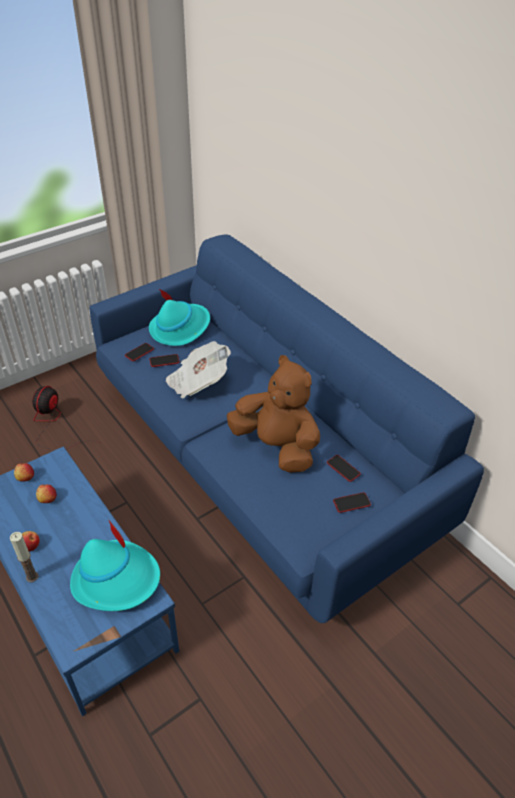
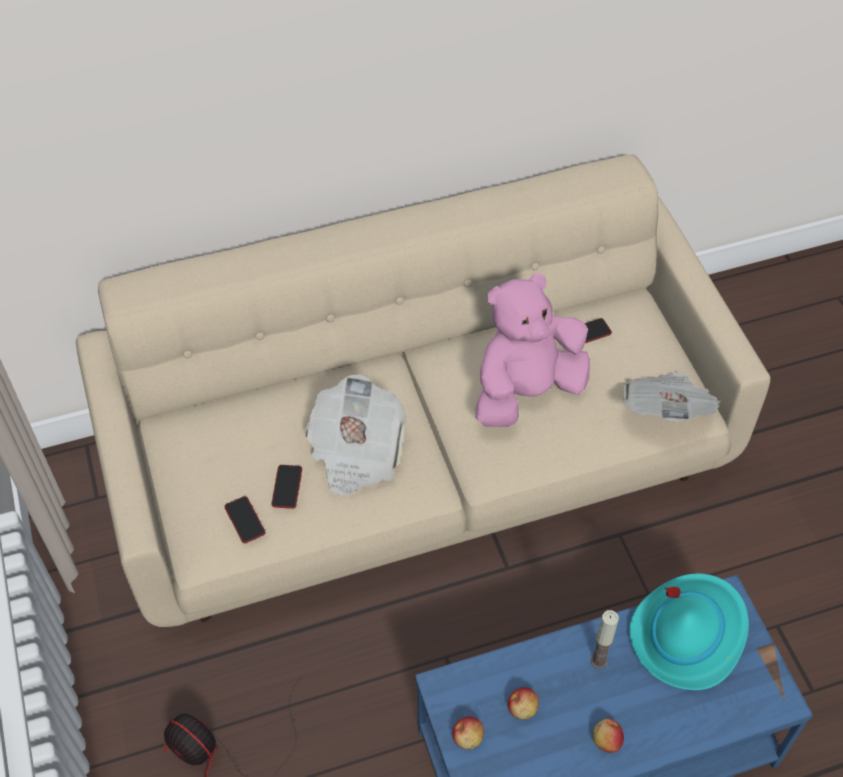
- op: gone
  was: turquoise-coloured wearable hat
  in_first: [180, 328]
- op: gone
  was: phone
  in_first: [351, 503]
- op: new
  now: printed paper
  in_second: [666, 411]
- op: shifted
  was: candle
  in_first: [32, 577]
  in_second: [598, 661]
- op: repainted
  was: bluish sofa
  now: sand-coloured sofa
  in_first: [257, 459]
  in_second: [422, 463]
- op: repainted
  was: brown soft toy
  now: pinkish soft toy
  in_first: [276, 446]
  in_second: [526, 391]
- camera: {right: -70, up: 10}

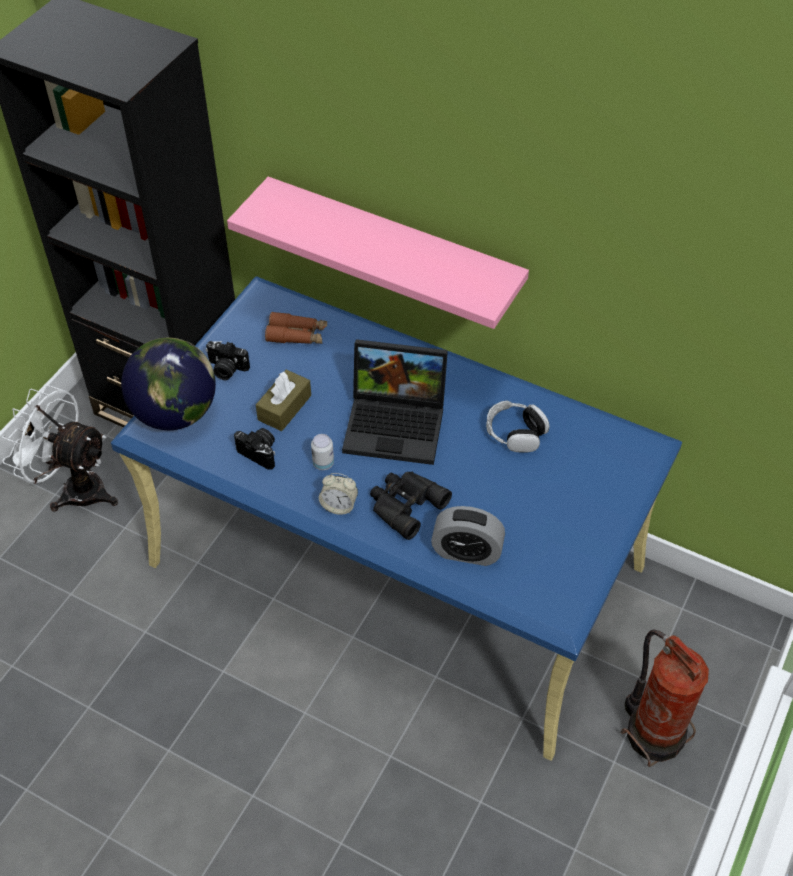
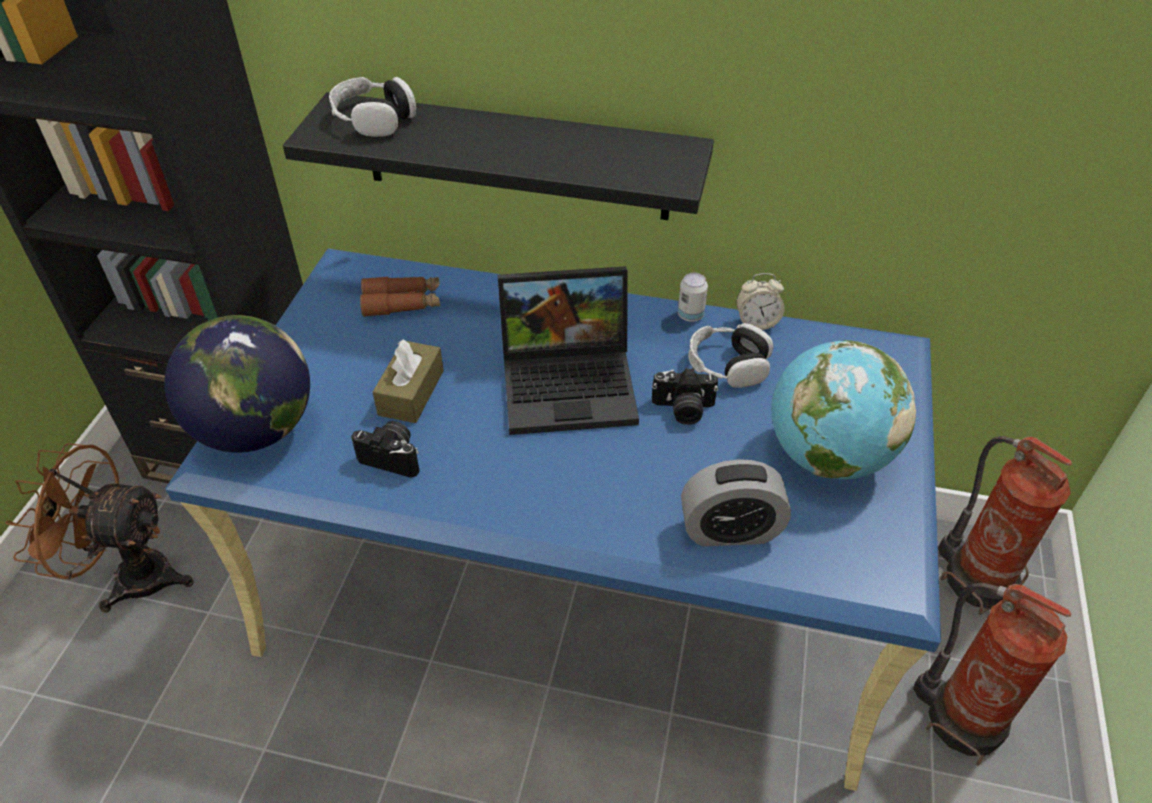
- op: gone
  was: black field glasses
  in_first: [404, 505]
- op: new
  now: headset
  in_second: [374, 119]
- op: new
  now: desk globe
  in_second: [827, 456]
- op: new
  now: fire extinguisher
  in_second: [977, 577]
- op: shifted
  was: still camera
  in_first: [226, 369]
  in_second: [683, 409]
- op: shifted
  was: can
  in_first: [323, 463]
  in_second: [690, 315]
- op: shifted
  was: bedside clock
  in_first: [339, 506]
  in_second: [756, 323]
- op: repainted
  was: white fan
  now: brown fan
  in_first: [74, 488]
  in_second: [130, 576]
- op: repainted
  was: pinkish bracket shelf
  now: black bracket shelf
  in_first: [393, 248]
  in_second: [516, 157]
- camera: {right: -15, up: -5}

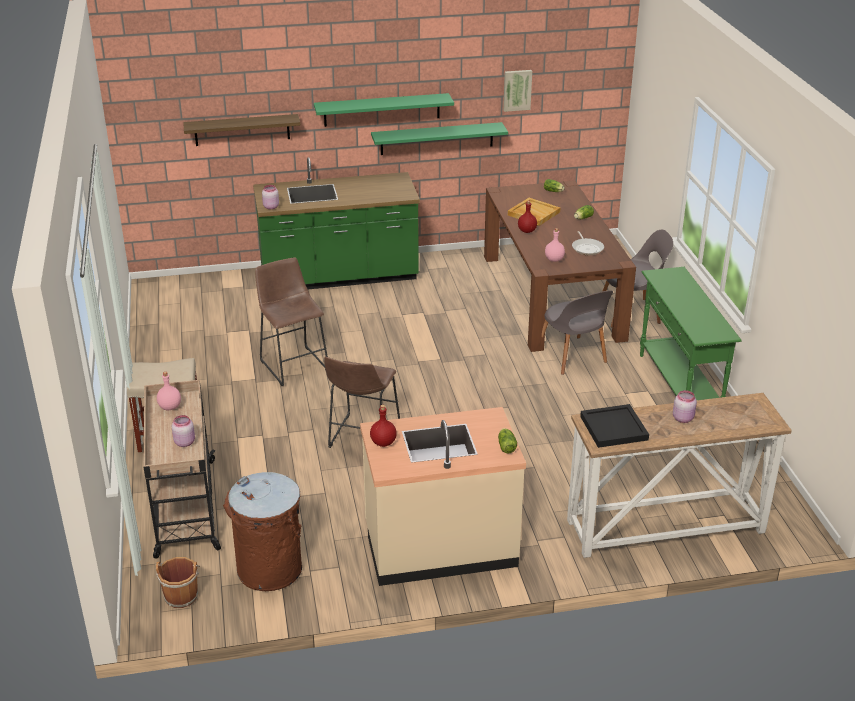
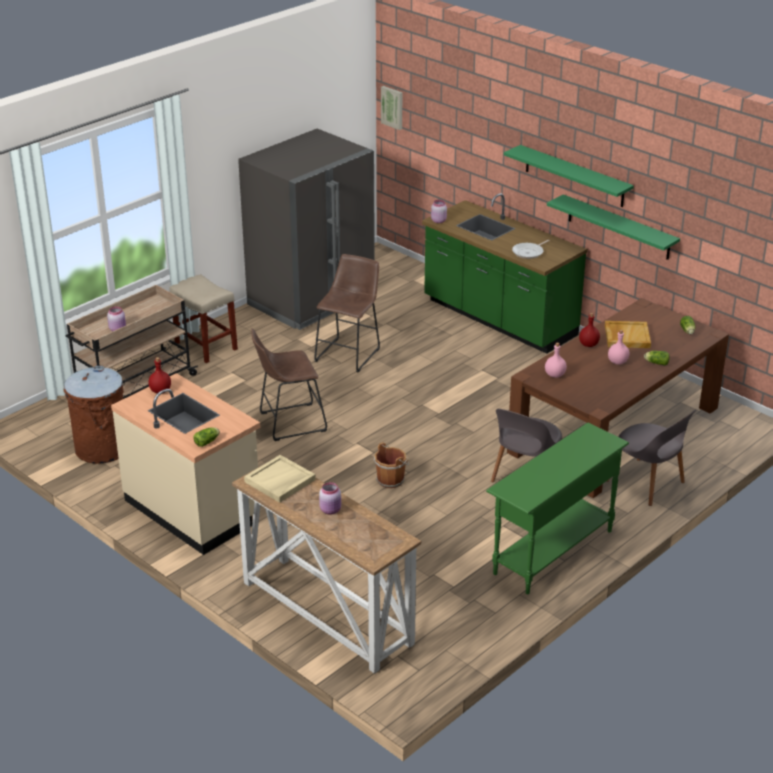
- op: gone
  was: bracket shelf
  in_first: [242, 130]
- op: new
  now: gray fridge
  in_second: [312, 300]
- op: shifted
  was: brown water bucket
  in_first: [181, 595]
  in_second: [391, 479]
- op: shifted
  was: pinkish beverage bottle
  in_first: [170, 407]
  in_second: [618, 362]
- op: shifted
  was: picture
  in_first: [517, 90]
  in_second: [392, 107]
- op: shifted
  was: frying pan
  in_first: [587, 248]
  in_second: [529, 252]
- op: repainted
  was: black serving tray
  now: sand-coloured serving tray
  in_first: [614, 428]
  in_second: [280, 481]
- camera: {right: 55, up: 0}

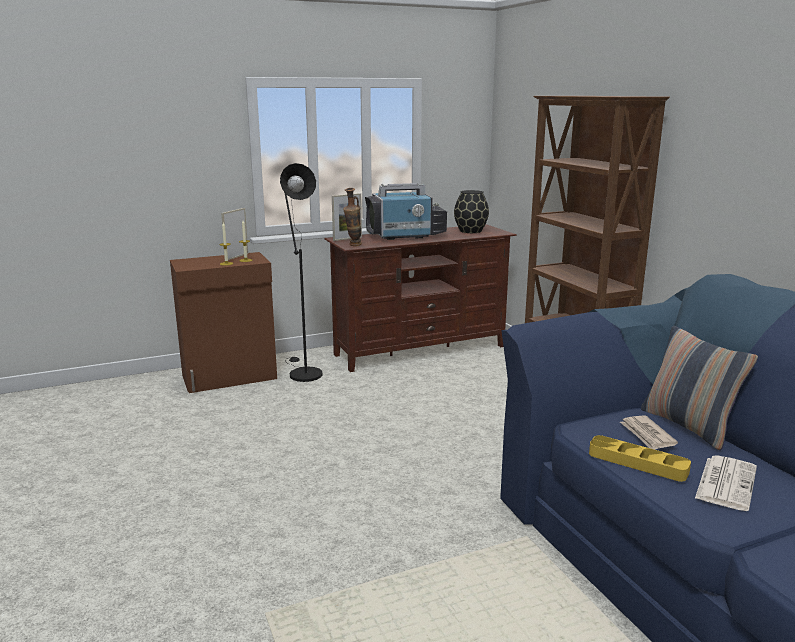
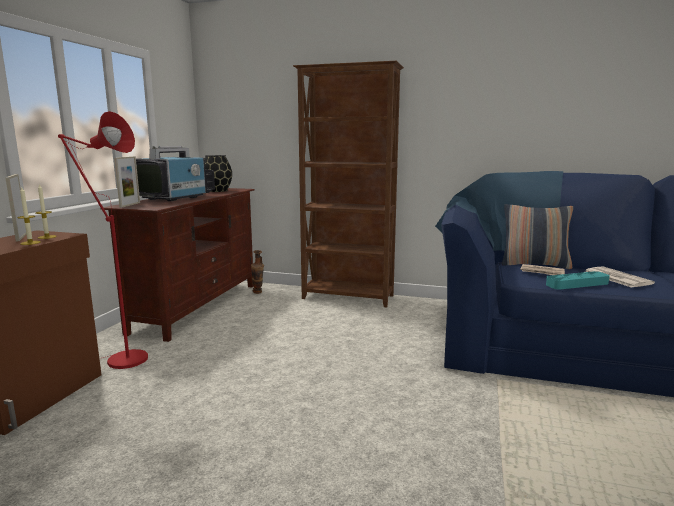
- op: shifted
  was: flower vase
  in_first: [353, 246]
  in_second: [258, 293]
- op: repainted
  was: black standard lamp
  now: red standard lamp
  in_first: [302, 373]
  in_second: [120, 359]
- op: repainted
  was: yellowish serving tray
  now: turquoise-coloured serving tray
  in_first: [637, 463]
  in_second: [577, 284]
- camera: {right: -50, up: -5}

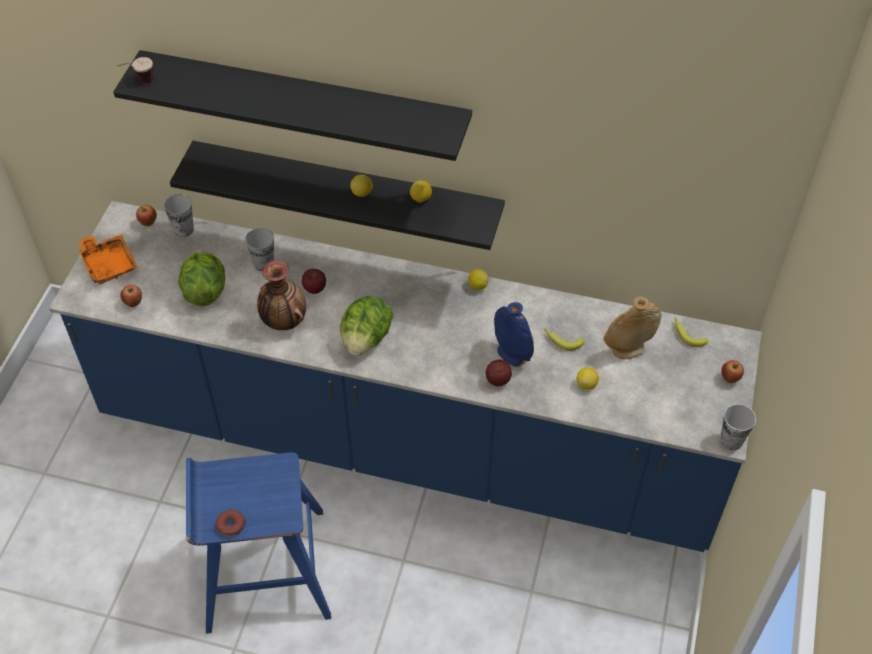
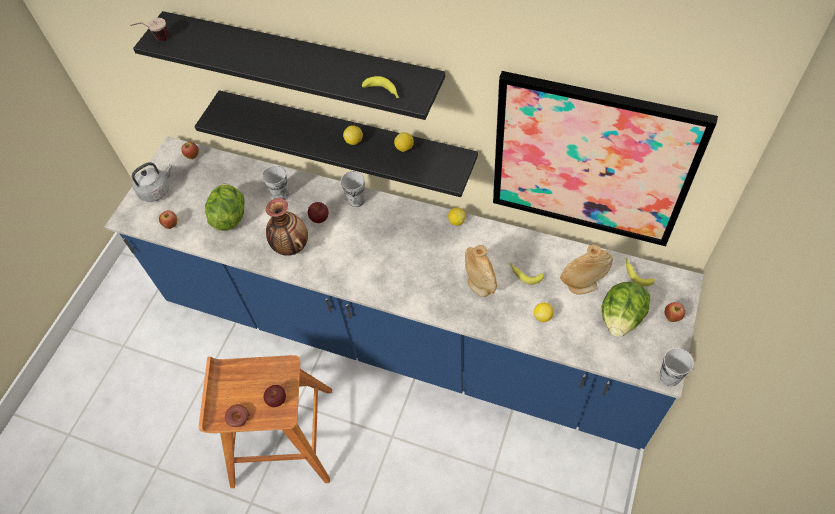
- op: new
  now: banana fruit
  in_second: [383, 92]
- op: new
  now: picture
  in_second: [591, 162]
- op: shifted
  was: cup
  in_first: [183, 229]
  in_second: [356, 200]
- op: shifted
  was: lettuce head
  in_first: [366, 339]
  in_second: [621, 318]
- op: shifted
  was: whole apple
  in_first: [497, 380]
  in_second: [277, 400]
- op: swapped
  was: orangey serving tray
  now: gray kettle
  in_first: [109, 264]
  in_second: [156, 190]
- op: repainted
  was: bluish stool
  now: brown stool
  in_first: [264, 569]
  in_second: [281, 436]
- op: repainted
  was: bluish flower vase
  now: sand-coloured flower vase
  in_first: [512, 354]
  in_second: [480, 285]
- camera: {right: 10, up: 5}

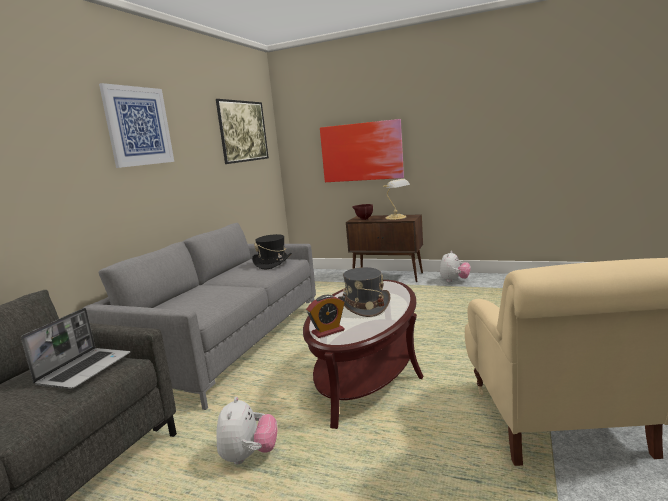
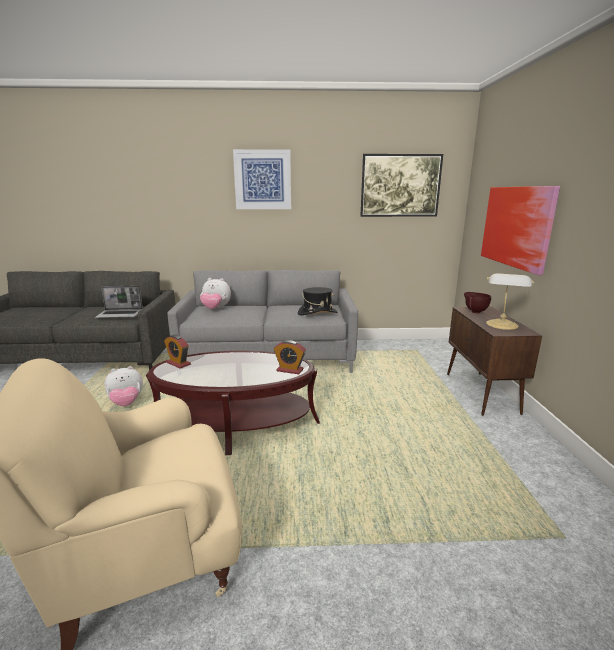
- op: gone
  was: gray wearable hat
  in_first: [364, 306]
- op: new
  now: bedside clock
  in_second: [290, 370]
- op: shifted
  was: soft toy
  in_first: [454, 280]
  in_second: [216, 309]
- camera: {right: 65, up: 5}

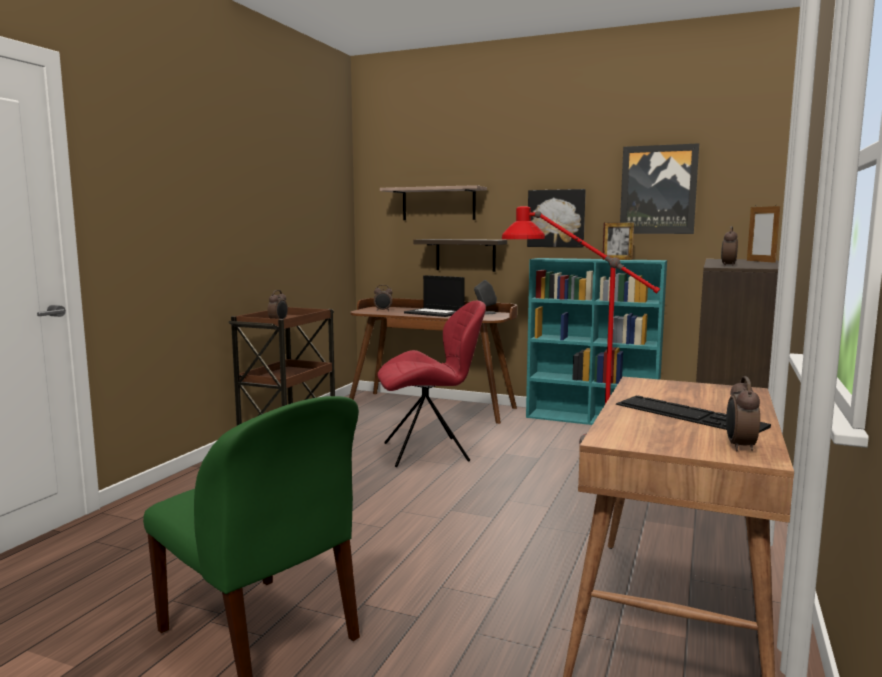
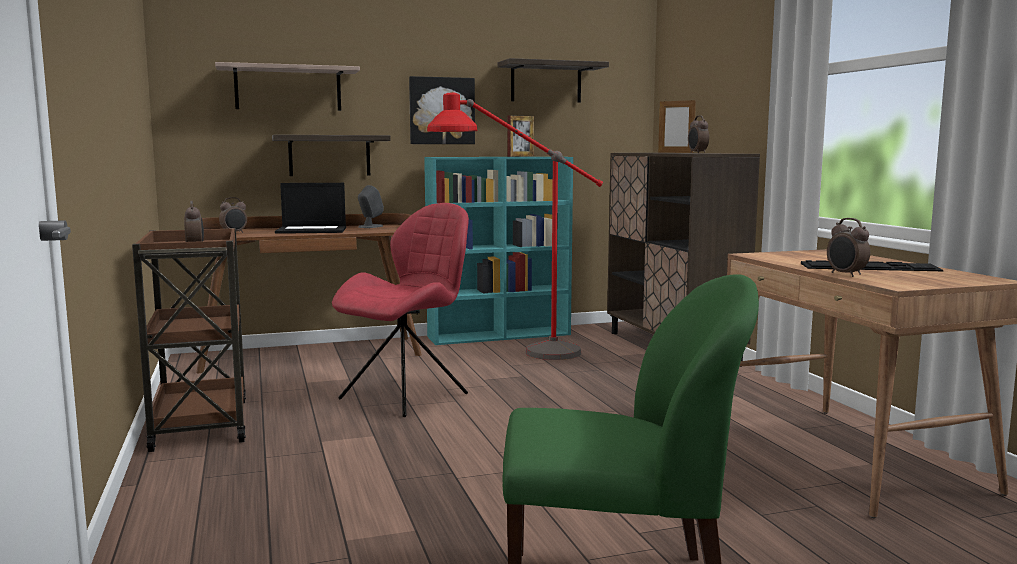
- op: shifted
  was: bedside clock
  in_first: [739, 447]
  in_second: [846, 274]
- op: swapped
  was: picture
  now: bracket shelf
  in_first: [658, 190]
  in_second: [546, 82]
- camera: {right: -40, up: 0}

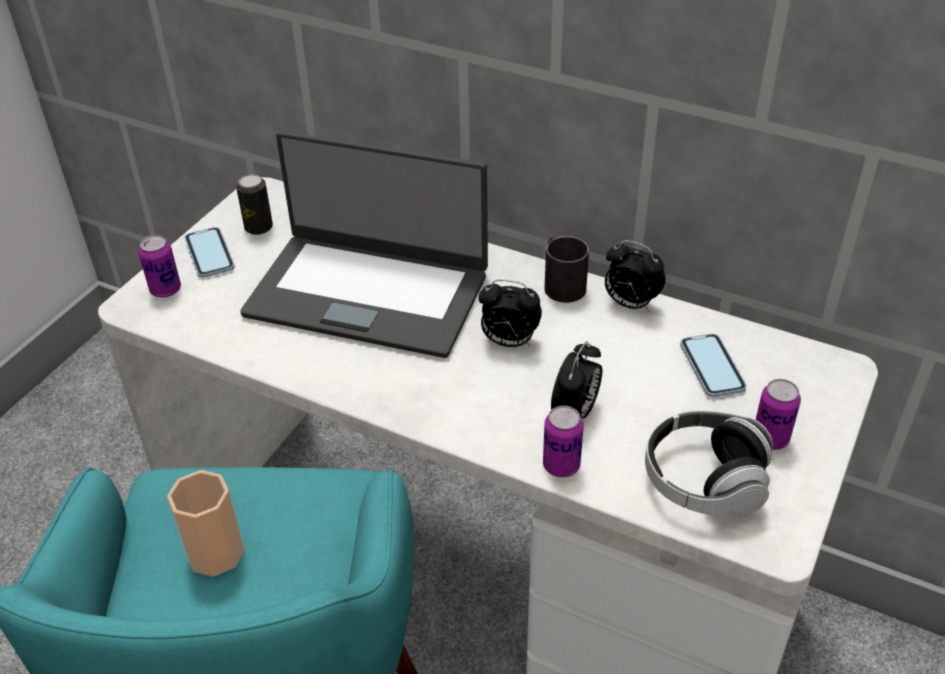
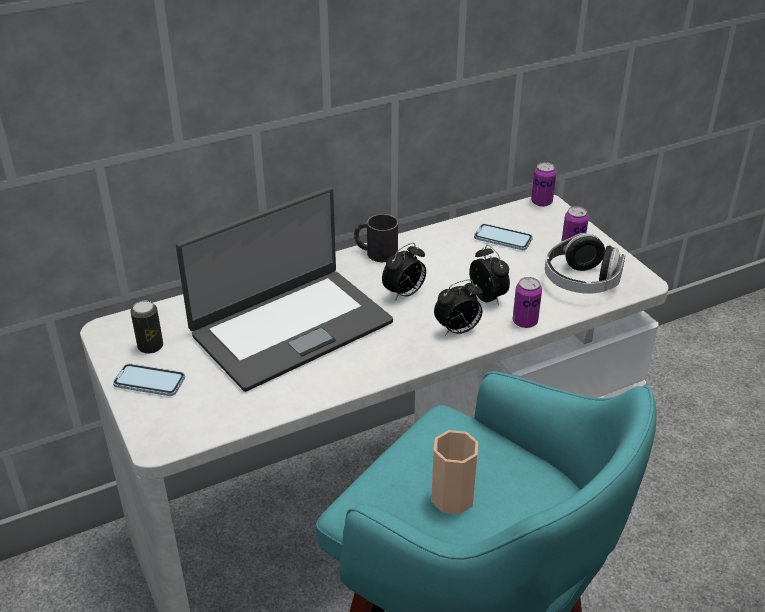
- op: shifted
  was: can
  in_first: [165, 290]
  in_second: [541, 202]
- op: shifted
  was: bedside clock
  in_first: [630, 304]
  in_second: [457, 330]
- camera: {right: -55, up: -5}

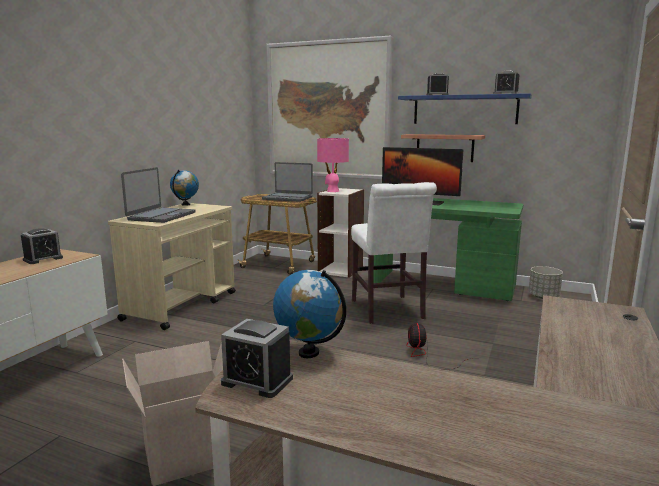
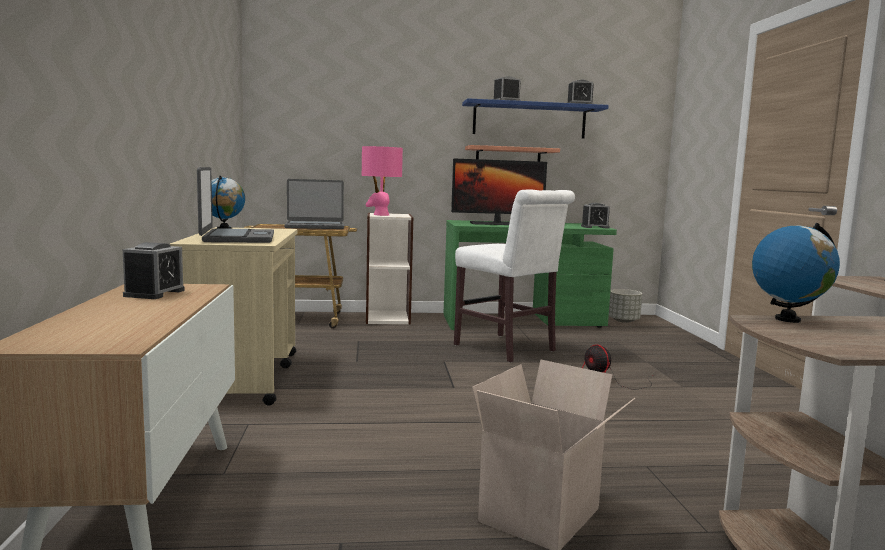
- op: gone
  was: picture
  in_first: [328, 110]
- op: shifted
  was: bedside clock
  in_first: [257, 381]
  in_second: [595, 227]
- camera: {right: -30, up: -5}

